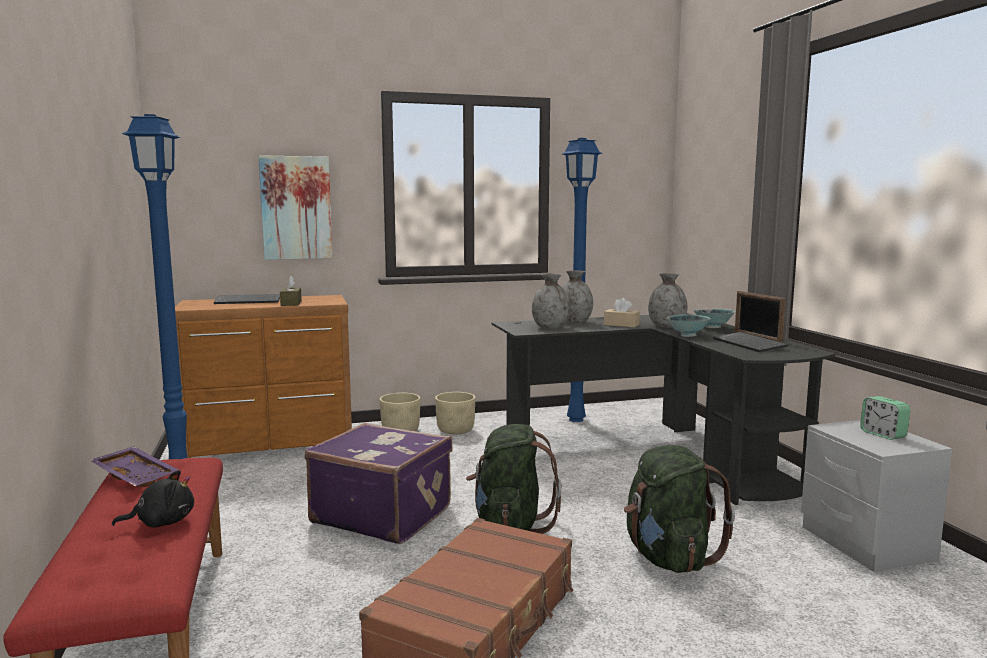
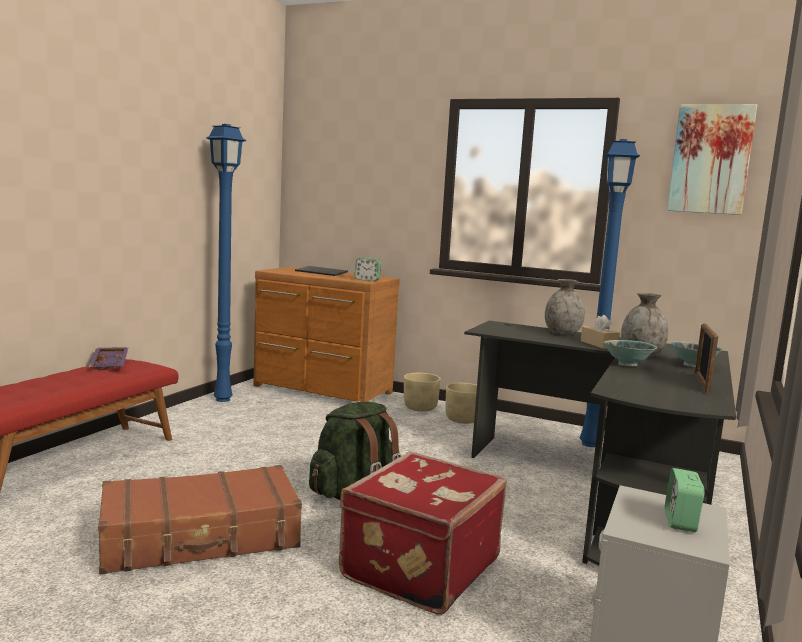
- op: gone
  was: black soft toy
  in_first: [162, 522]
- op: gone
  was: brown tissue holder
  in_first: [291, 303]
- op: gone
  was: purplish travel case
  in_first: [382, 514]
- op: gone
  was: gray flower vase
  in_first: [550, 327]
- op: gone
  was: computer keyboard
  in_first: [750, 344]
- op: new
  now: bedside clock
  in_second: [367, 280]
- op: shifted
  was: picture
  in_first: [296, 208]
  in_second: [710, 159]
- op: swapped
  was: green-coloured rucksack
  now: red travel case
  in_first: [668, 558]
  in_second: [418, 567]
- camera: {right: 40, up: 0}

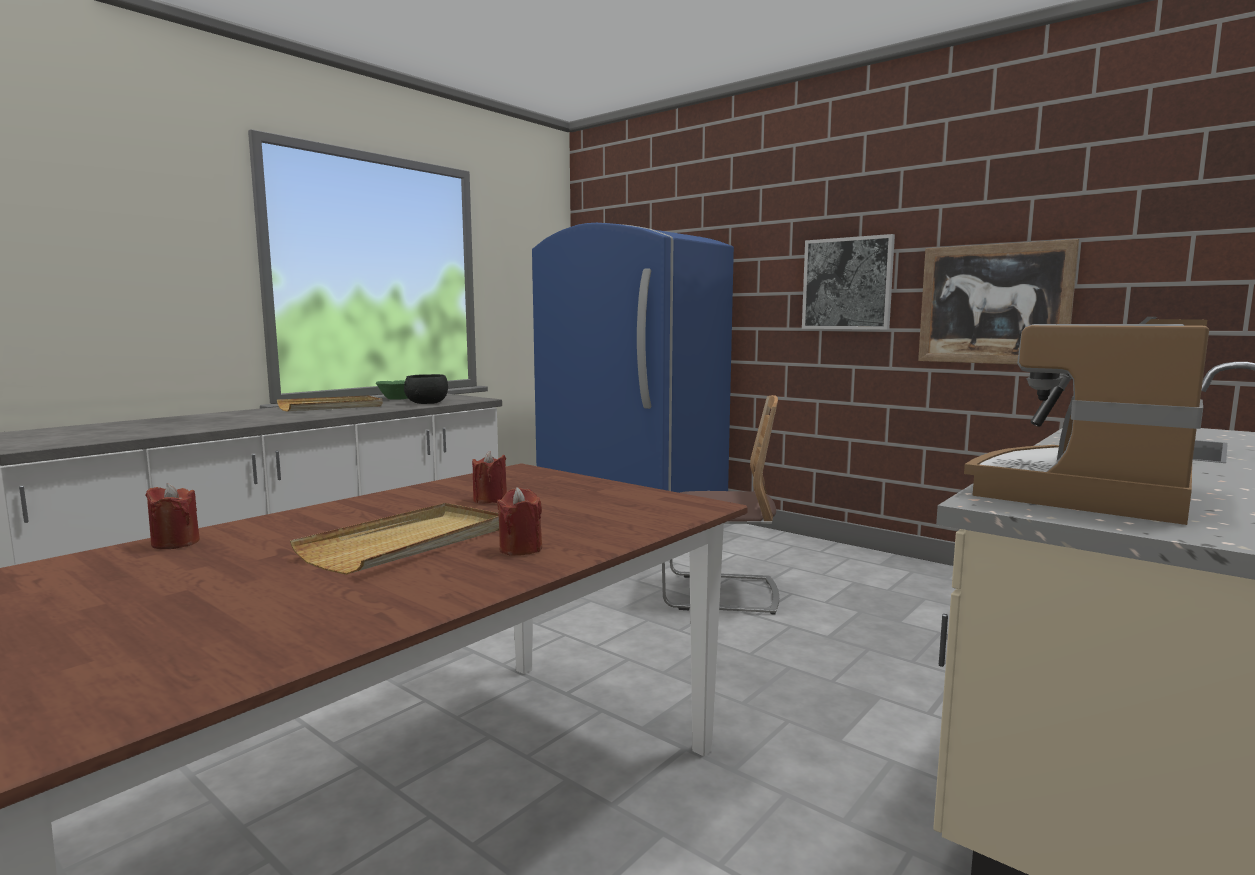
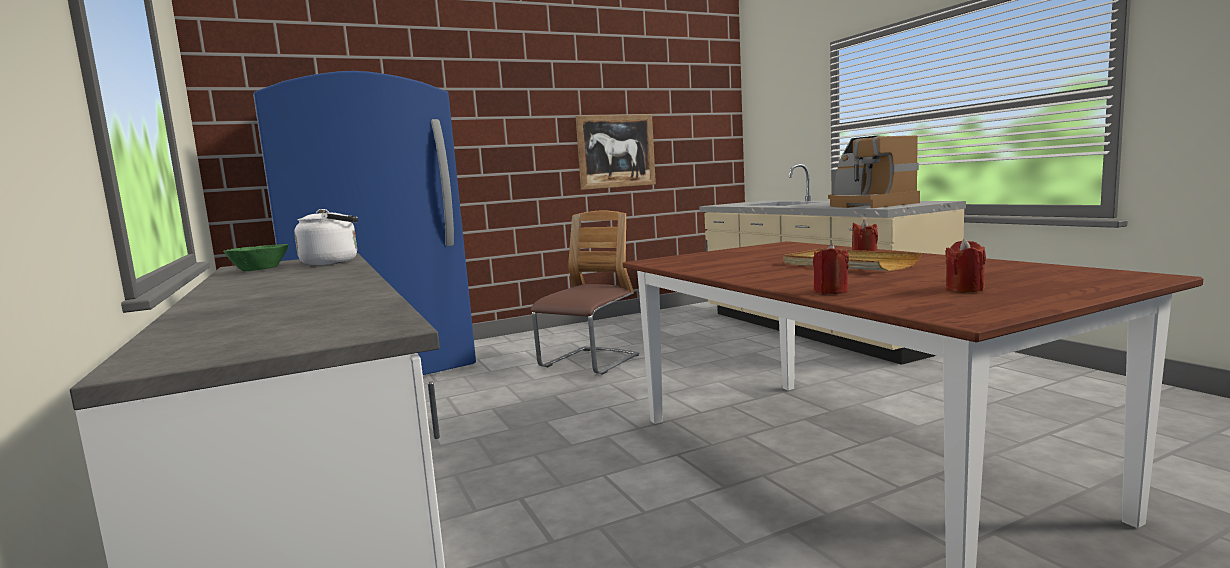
- op: gone
  was: sand-coloured serving tray
  in_first: [331, 407]
- op: gone
  was: picture
  in_first: [847, 283]
- op: shifted
  was: red candle
  in_first: [490, 500]
  in_second: [964, 289]
- op: swapped
  was: black deep dish
  now: white kettle
  in_first: [426, 403]
  in_second: [334, 262]
- camera: {right: -65, up: 0}

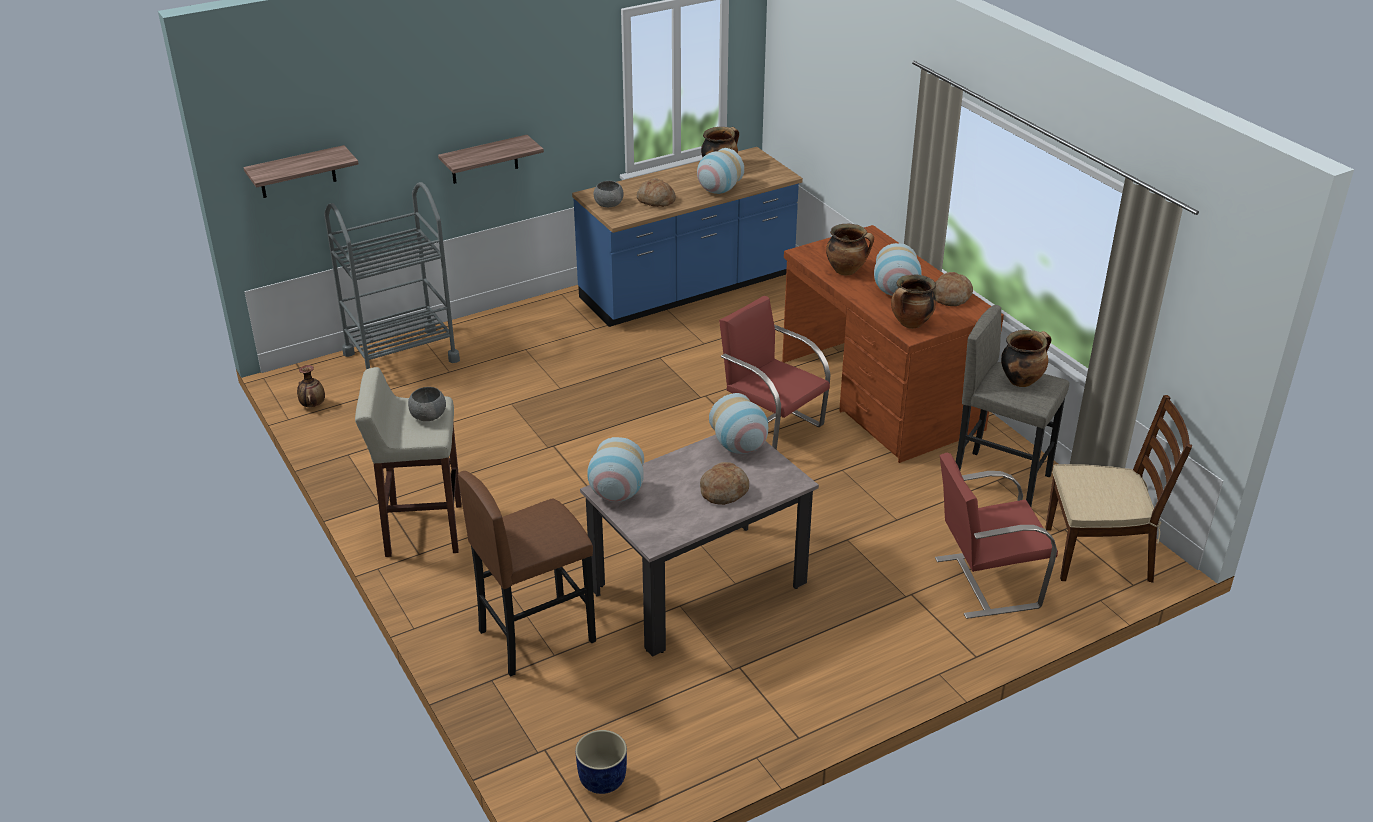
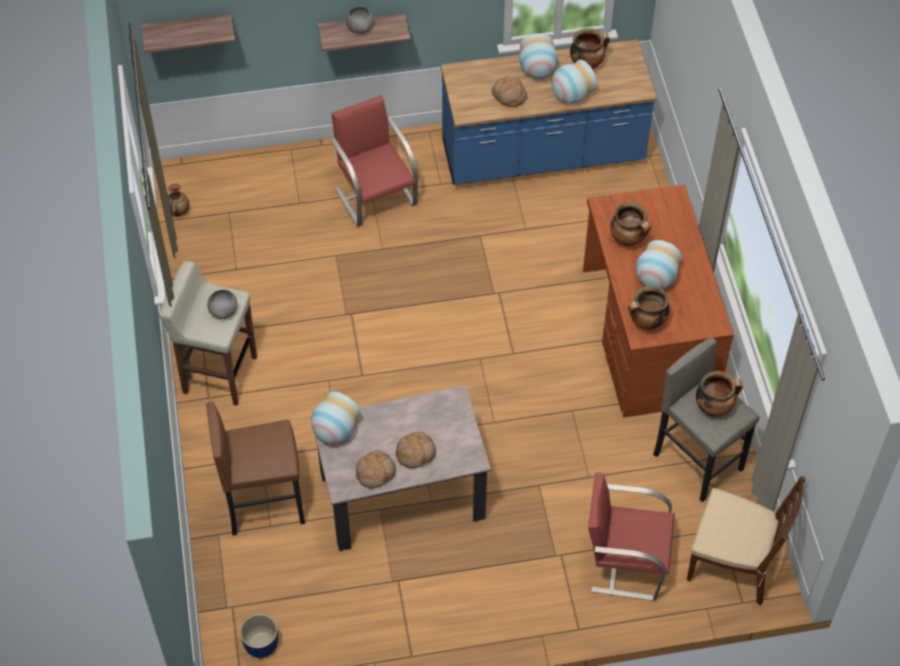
- op: gone
  was: gray cart
  in_first: [401, 357]
- op: shifted
  was: gray deep dish
  in_first: [608, 204]
  in_second: [359, 28]
- op: shifted
  was: flower vase
  in_first: [740, 447]
  in_second: [537, 71]
- op: shifted
  was: red plain chair
  in_first: [771, 427]
  in_second: [375, 196]
- op: shifted
  was: bakery bread
  in_first: [950, 297]
  in_second: [375, 472]
- camera: {right: 20, up: 20}

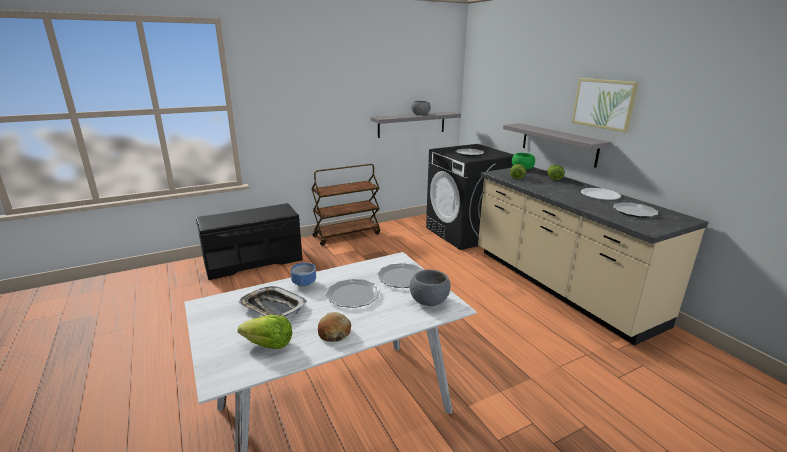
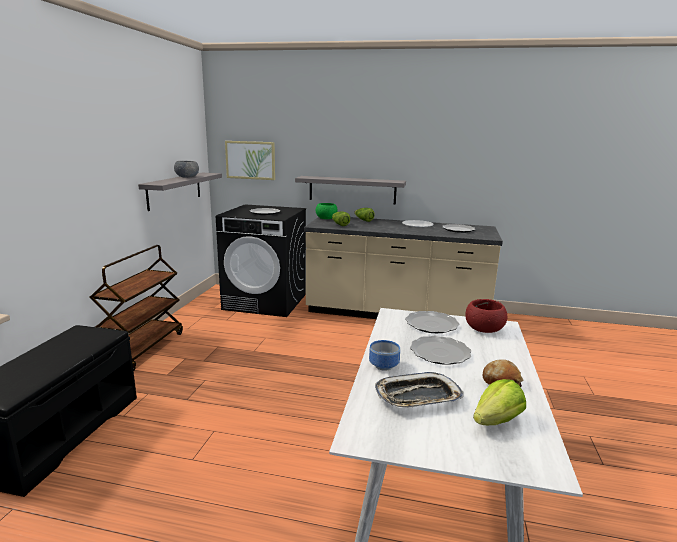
- op: shifted
  was: picture
  in_first: [603, 104]
  in_second: [250, 160]
- op: repainted
  was: gray deep dish
  now: red deep dish
  in_first: [429, 300]
  in_second: [484, 329]
- camera: {right: -50, up: -5}

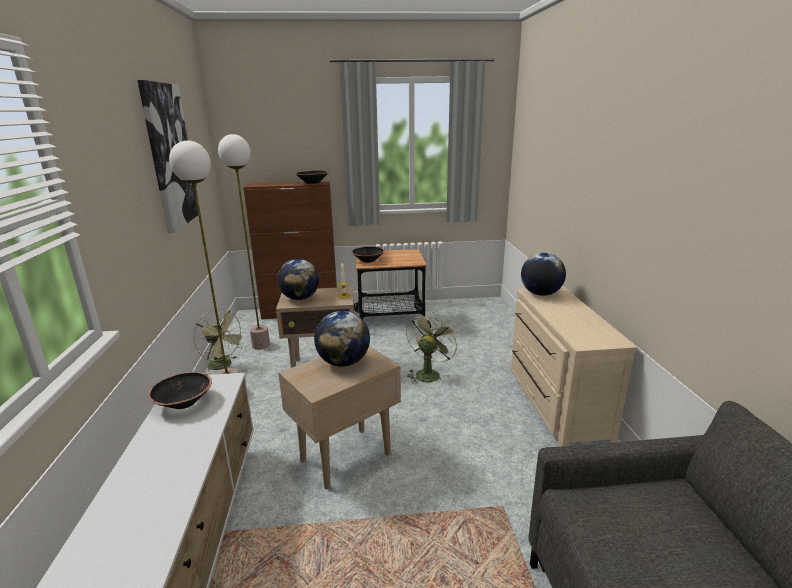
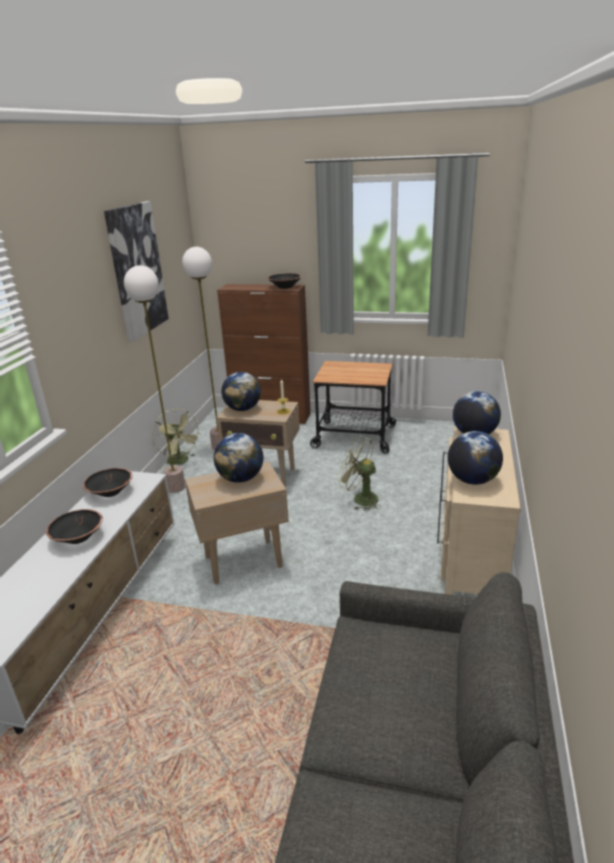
- op: new
  now: desk globe
  in_second: [472, 480]
- op: shifted
  was: black deep dish
  in_first: [368, 260]
  in_second: [78, 537]
- op: rotated
  was: green-coloured fan
  in_first: [428, 373]
  in_second: [360, 498]
  clockwise: -105
- camera: {right: 20, up: 5}

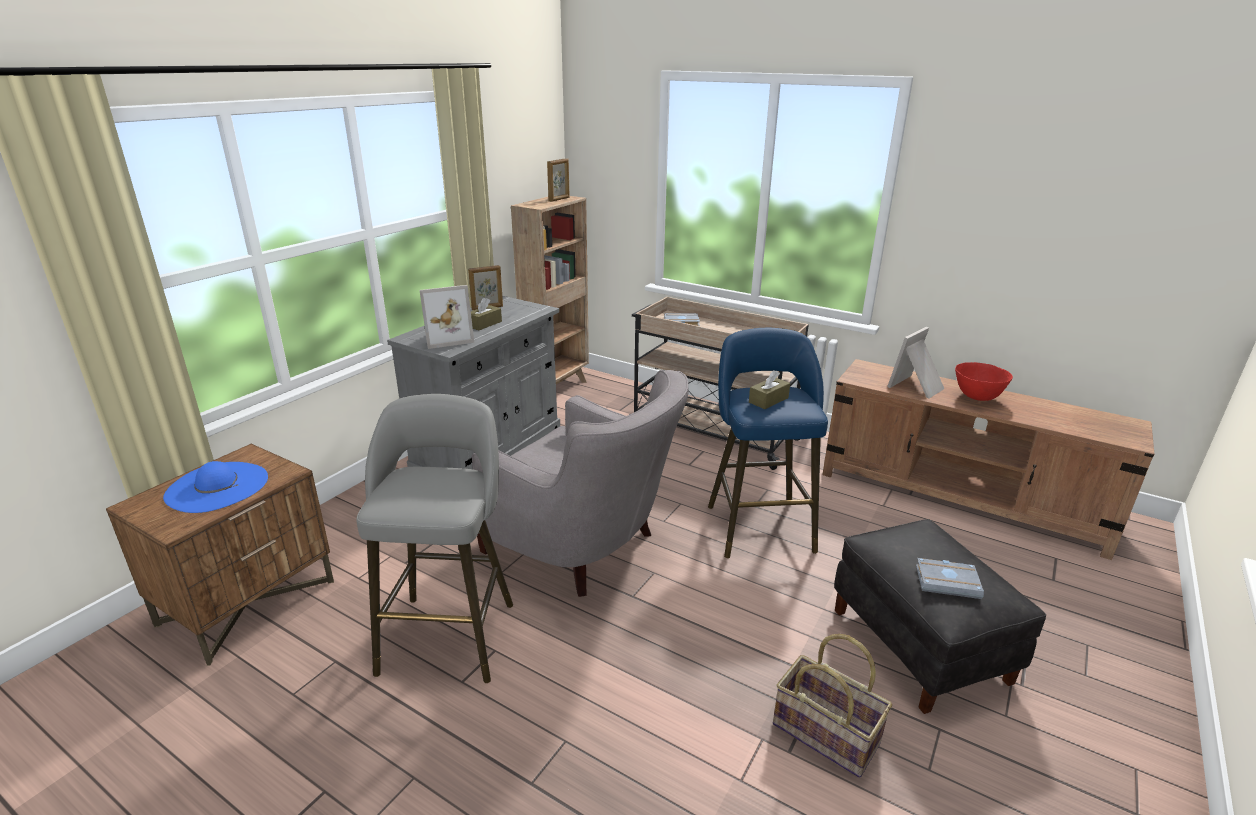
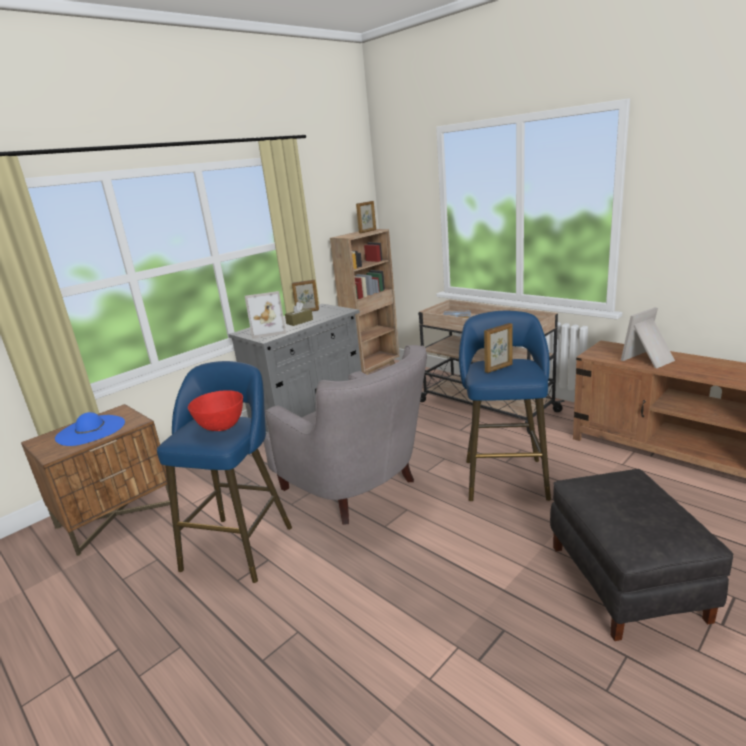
- op: gone
  was: storage basket
  in_first: [827, 733]
- op: gone
  was: gray book
  in_first: [948, 581]
- op: shifted
  was: red deep dish
  in_first: [977, 397]
  in_second: [222, 427]
- op: swapped
  was: brown tissue holder
  now: picture frame
  in_first: [768, 400]
  in_second: [499, 368]
- op: repainted
  was: gray stool
  now: bluish stool
  in_first: [450, 631]
  in_second: [241, 544]
- camera: {right: 15, up: -5}

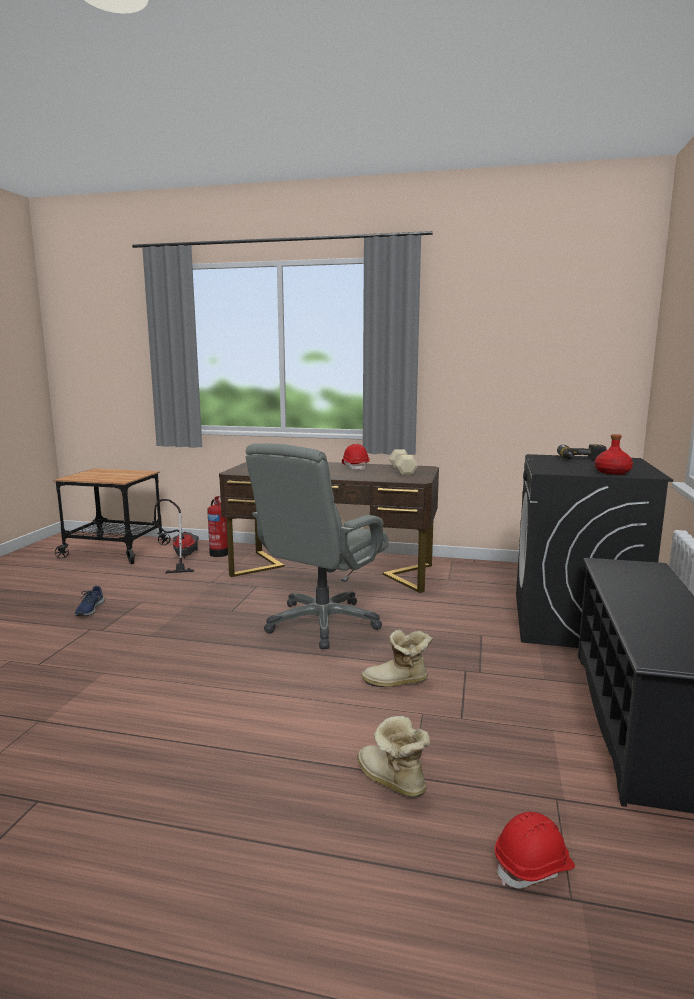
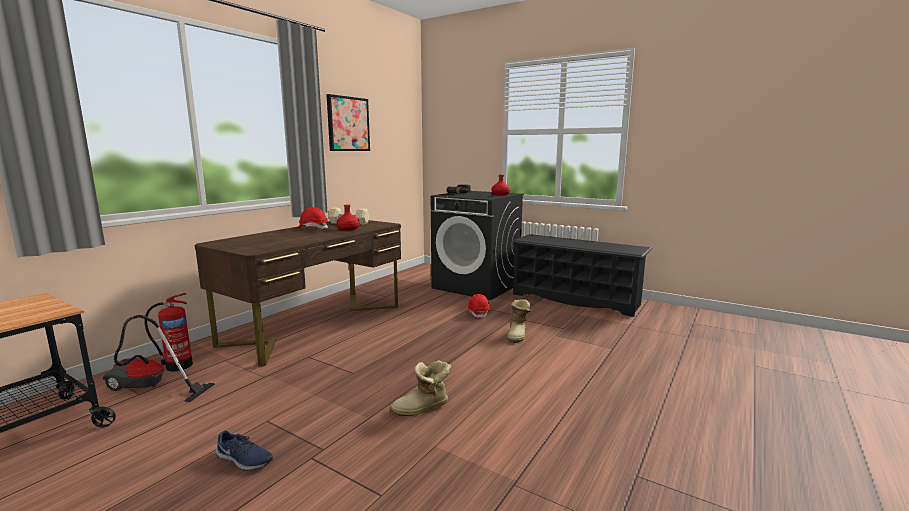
- op: gone
  was: gray office chair
  in_first: [322, 623]
- op: new
  now: picture
  in_second: [348, 124]
- op: new
  now: red beverage bottle
  in_second: [348, 229]
- op: shifted
  was: boot
  in_first: [391, 781]
  in_second: [423, 408]
- op: shifted
  was: red safety helmet
  in_first: [533, 866]
  in_second: [478, 313]
- camera: {right: -70, up: 0}

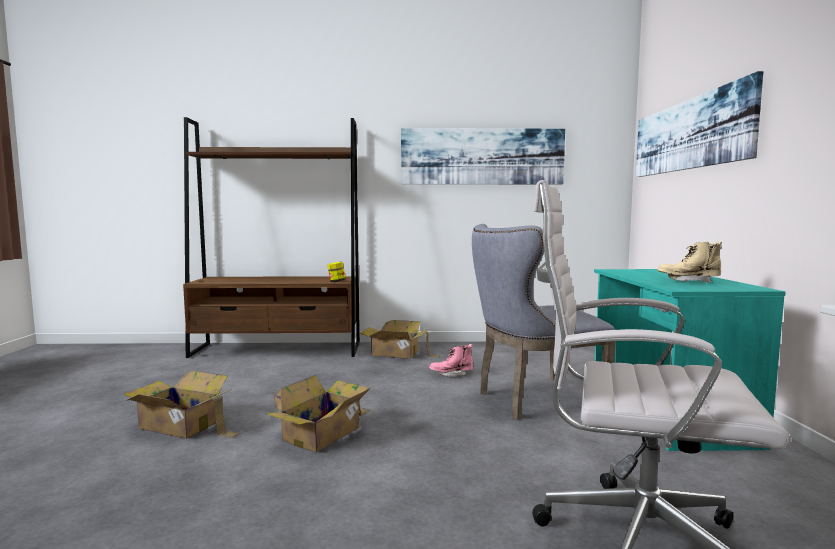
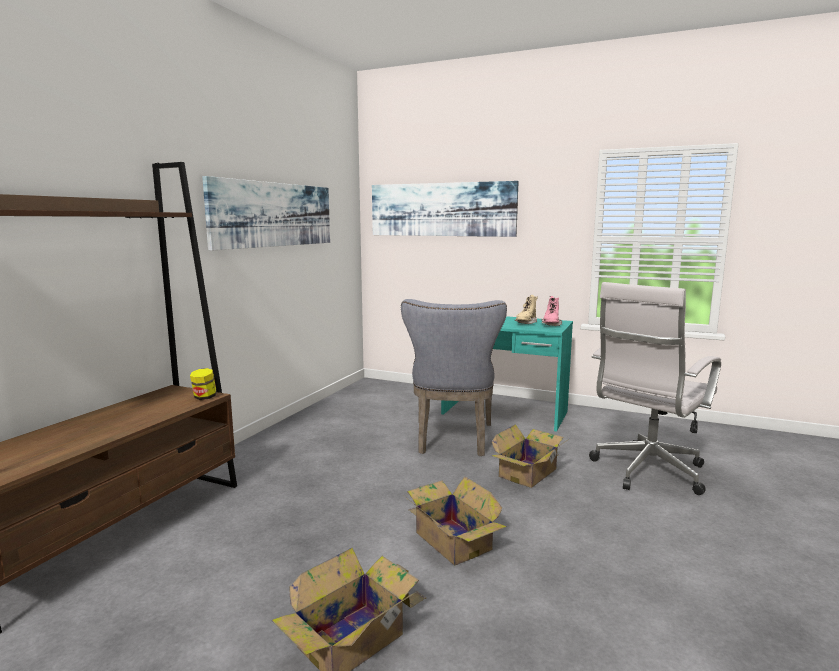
- op: shifted
  was: cardboard box
  in_first: [397, 354]
  in_second: [529, 472]
- op: shifted
  was: pinkish boot
  in_first: [451, 374]
  in_second: [551, 325]
- camera: {right: -65, up: 5}

